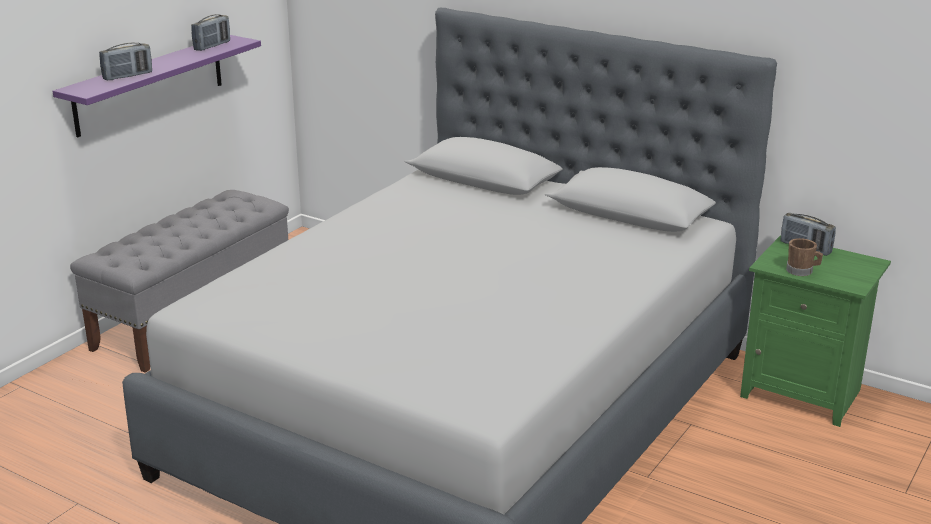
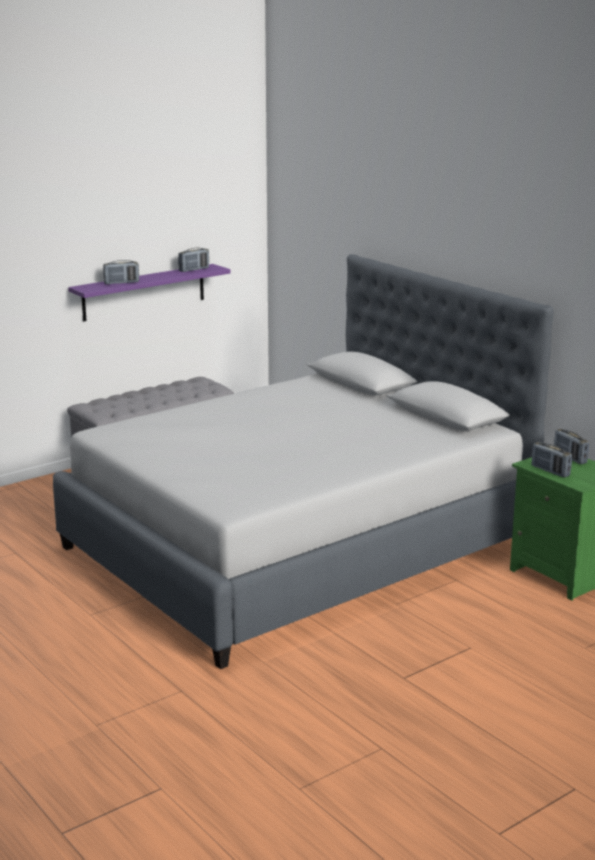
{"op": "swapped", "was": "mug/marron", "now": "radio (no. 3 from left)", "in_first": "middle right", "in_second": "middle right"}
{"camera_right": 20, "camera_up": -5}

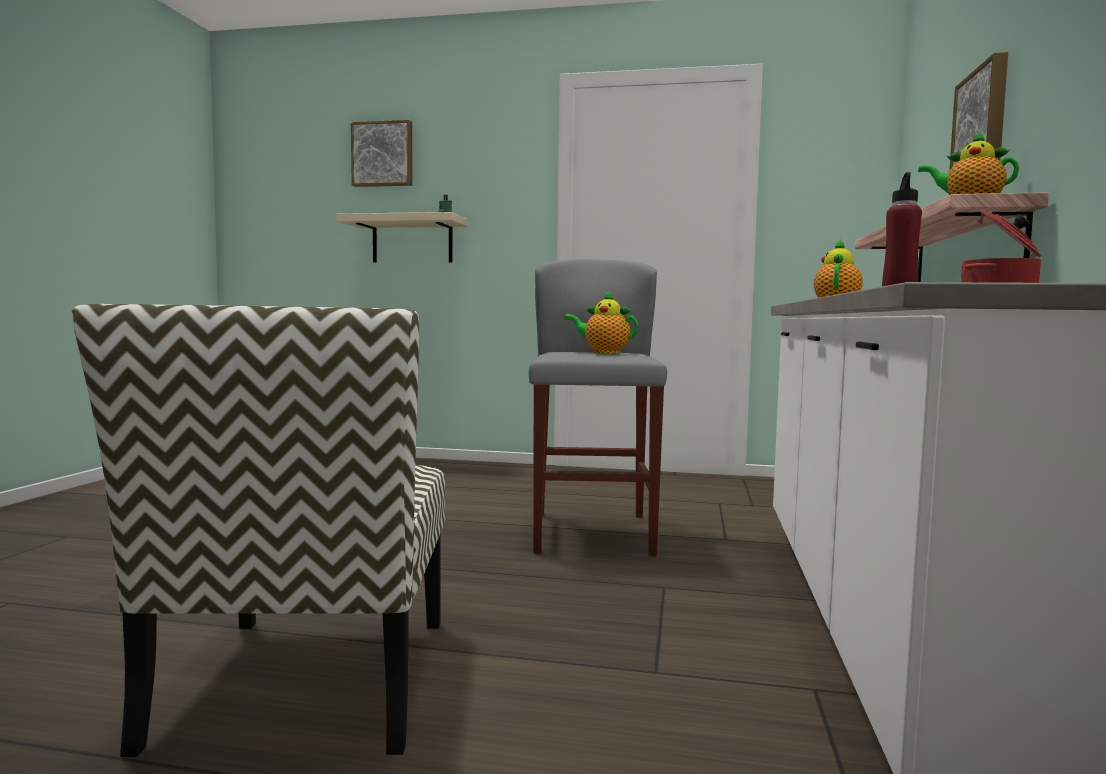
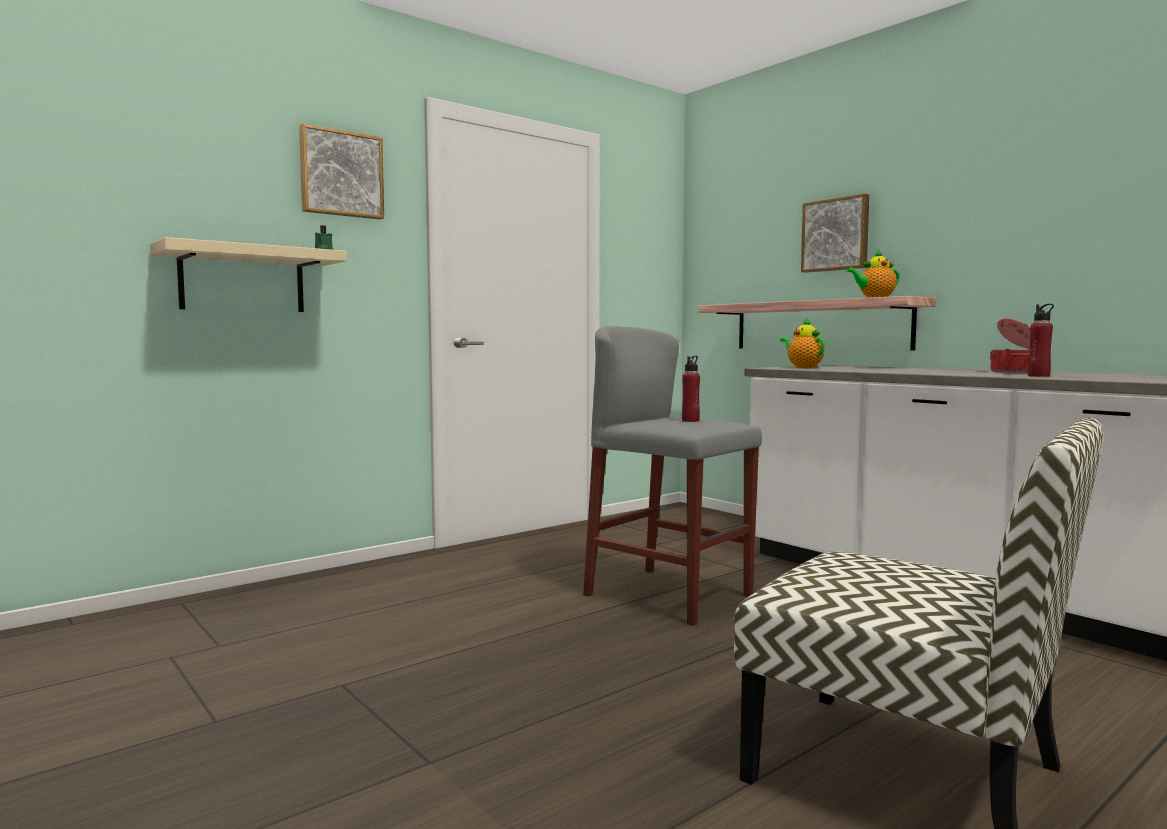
{"op": "shifted", "was": "tableau (no. 1 from left)", "in_first": "top centre", "in_second": "top left"}
{"op": "swapped", "was": "théière (no. 1 from left)", "now": "bouteille/rouge (no. 1 from left)", "in_first": "centre", "in_second": "centre"}
{"camera_right": -50, "camera_up": 0}

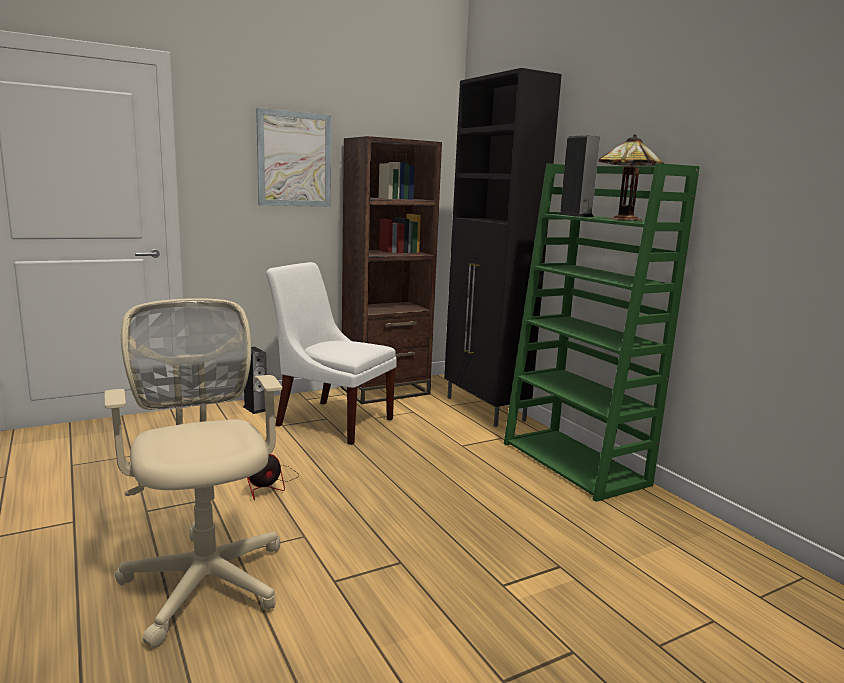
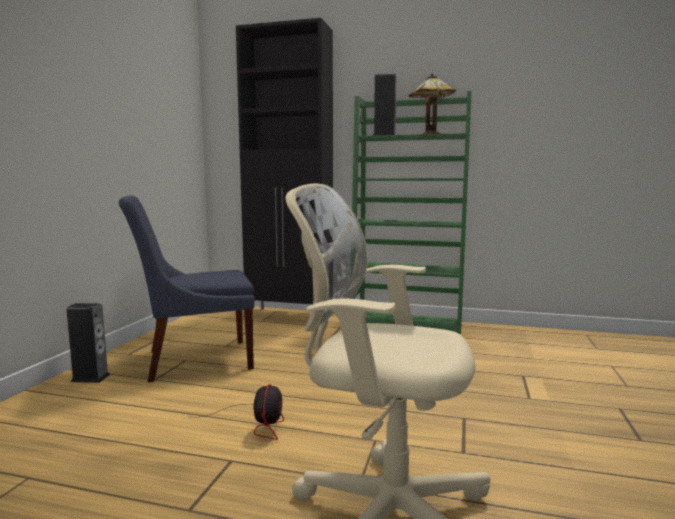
{"op": "repainted", "was": "chaise/blanc", "now": "chaise/bleu", "in_first": "centre", "in_second": "middle left"}
{"op": "gone", "was": "tableau", "in_first": "top centre"}
{"op": "gone", "was": "bibliothèque/marron", "in_first": "centre"}
{"camera_right": -45, "camera_up": -5}

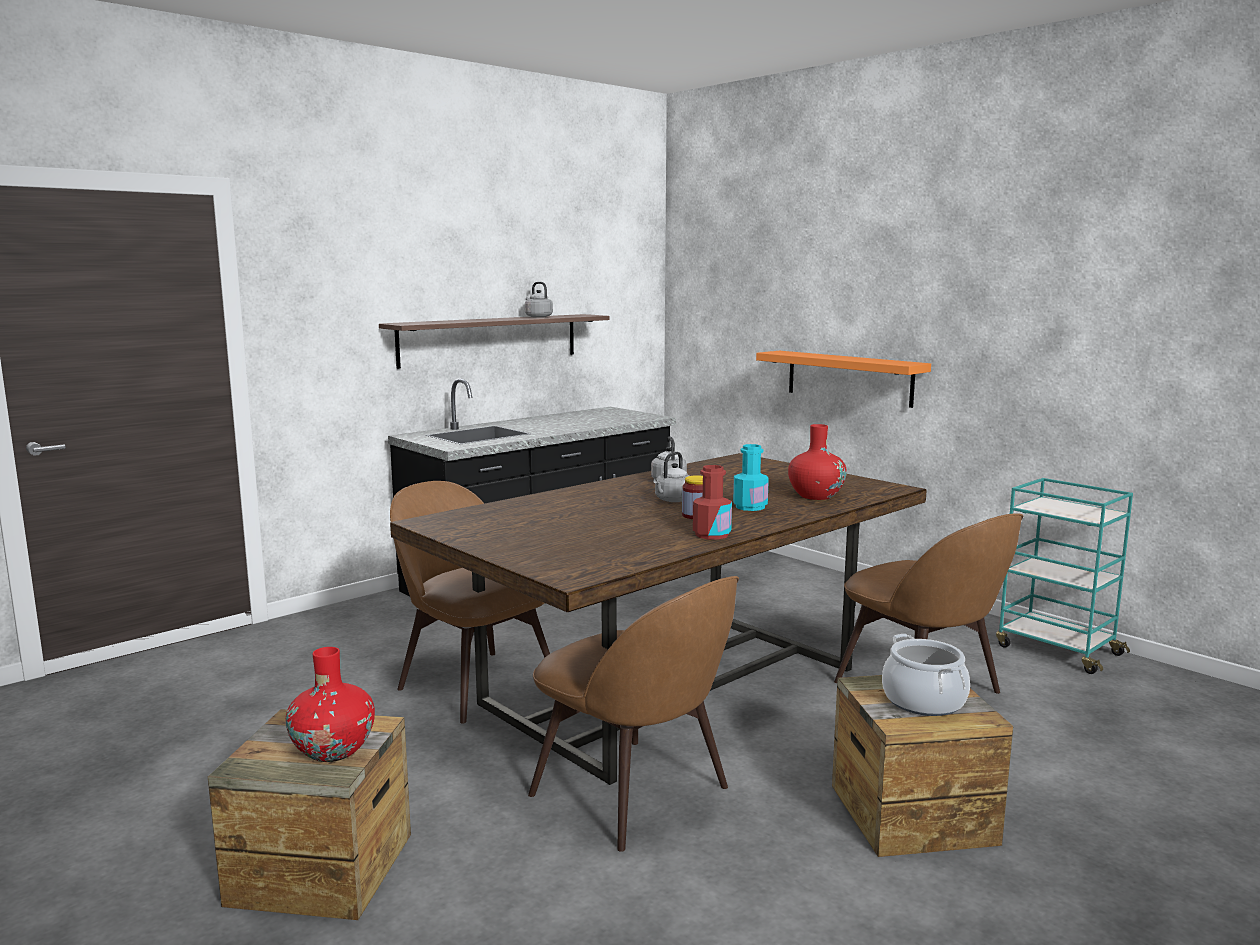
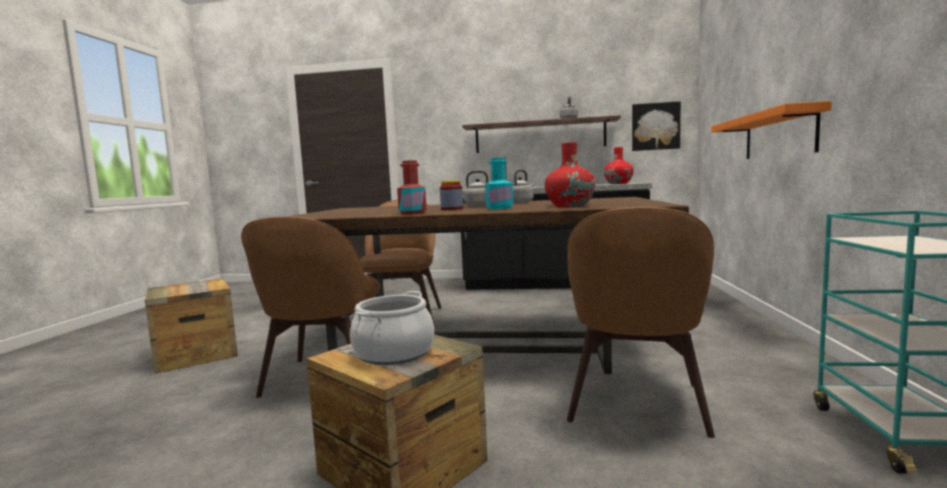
{"op": "shifted", "was": "vase/rouge (no. 1 from left in the first image)", "now": "vase/rouge (no. 2 from left)", "in_first": "bottom left", "in_second": "centre"}
{"op": "new", "now": "tableau", "in_second": "top right"}
{"camera_right": 50, "camera_up": -5}

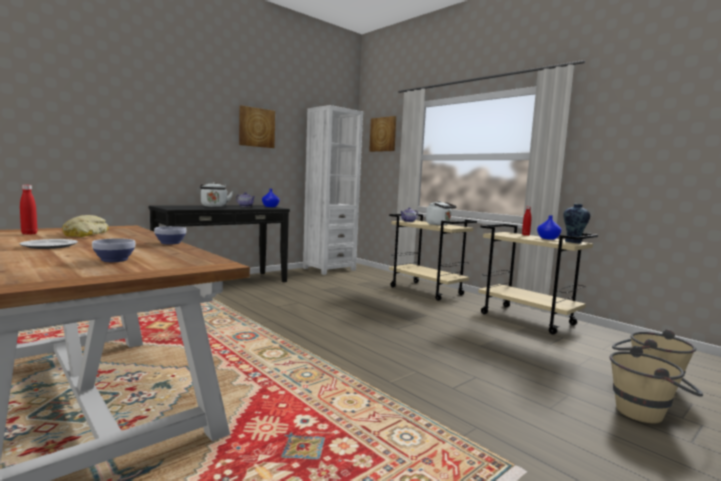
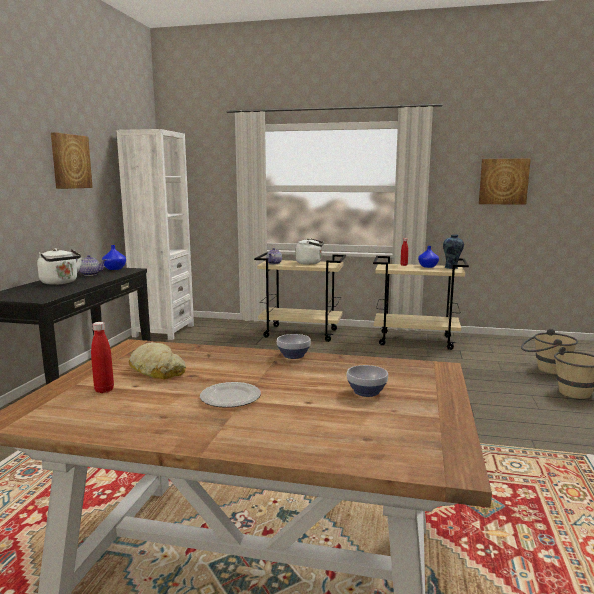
{"op": "shifted", "was": "tableau (no. 2 from left)", "in_first": "top centre", "in_second": "top right"}
{"camera_right": -35, "camera_up": 5}

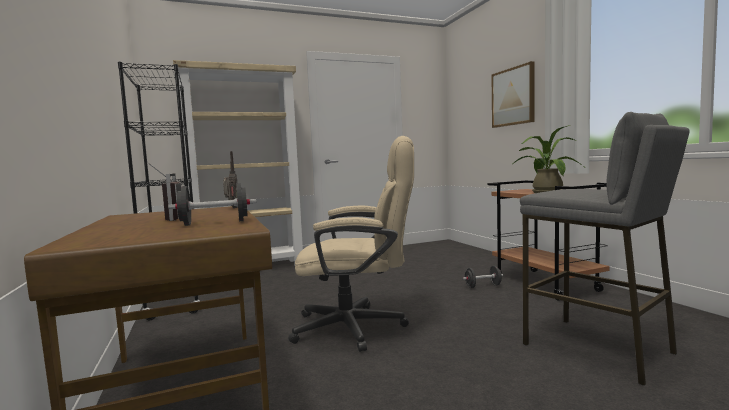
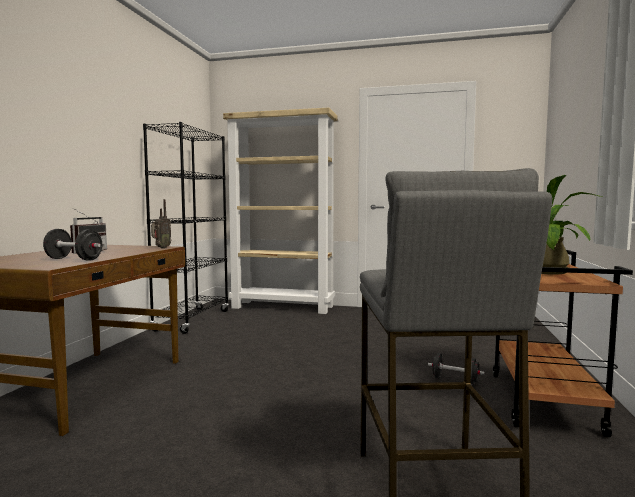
{"op": "gone", "was": "chaise de bureau/beige", "in_first": "centre"}
{"op": "gone", "was": "tableau", "in_first": "top right"}
{"camera_right": 35, "camera_up": 0}

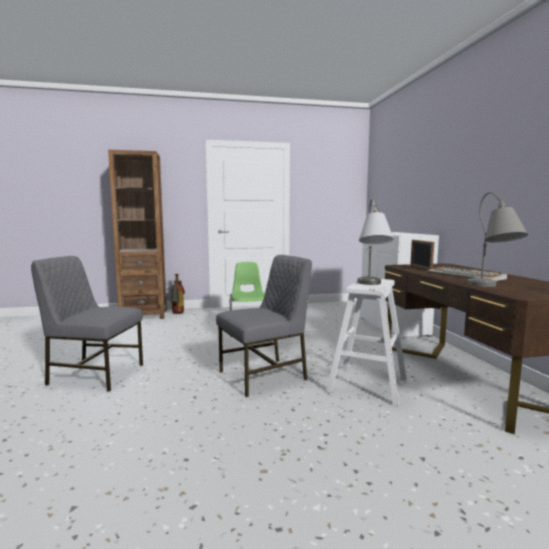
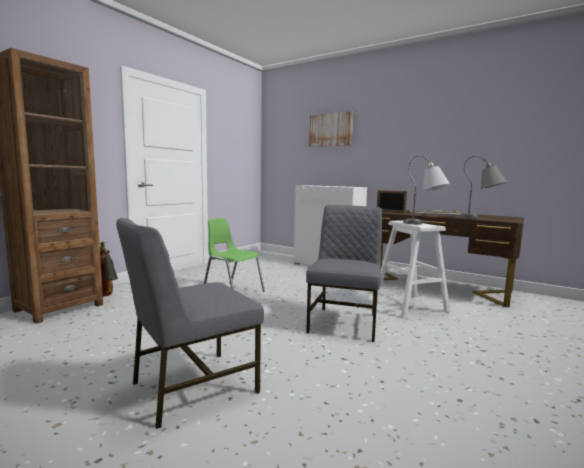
{"op": "new", "now": "tableau", "in_second": "top centre"}
{"camera_right": -45, "camera_up": 0}

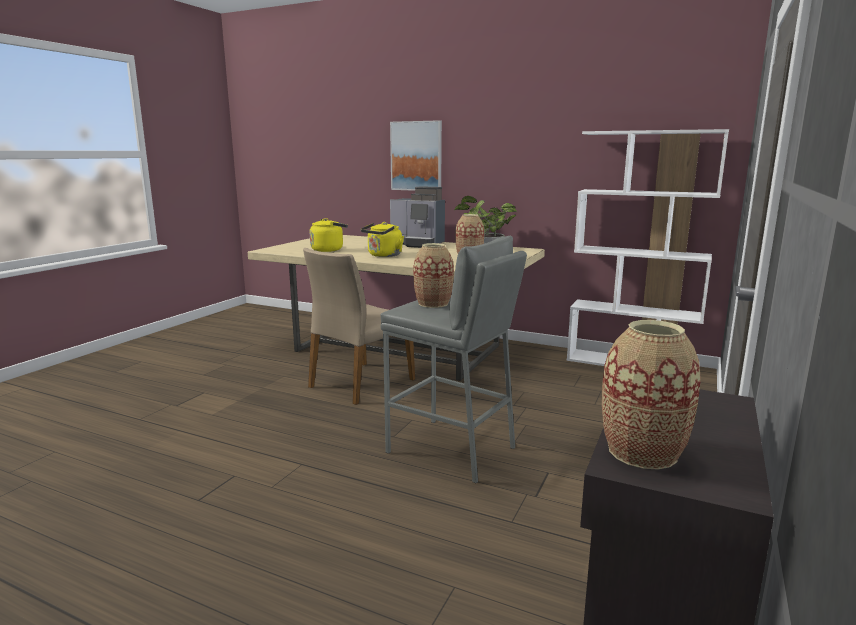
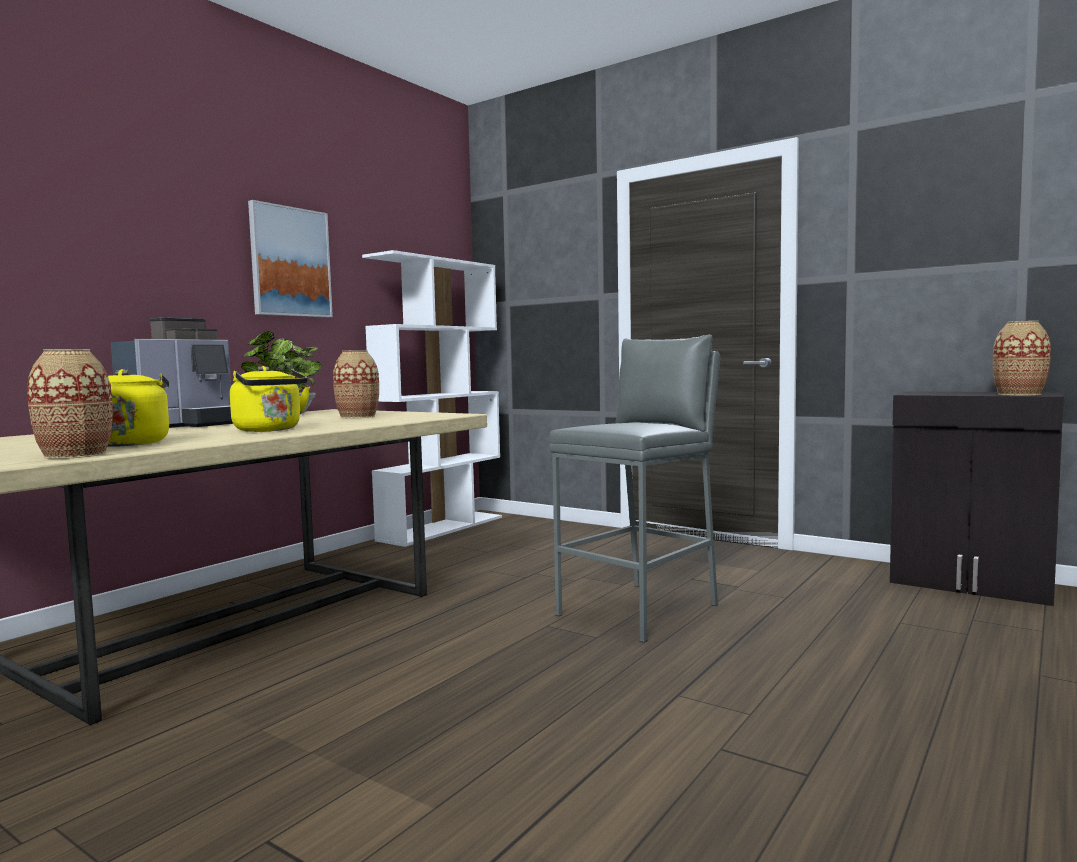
{"op": "shifted", "was": "vase (no. 1 from left)", "in_first": "centre", "in_second": "middle left"}
{"op": "shifted", "was": "tableau", "in_first": "top centre", "in_second": "top left"}
{"op": "gone", "was": "chaise/beige", "in_first": "centre"}
{"camera_right": -80, "camera_up": -10}

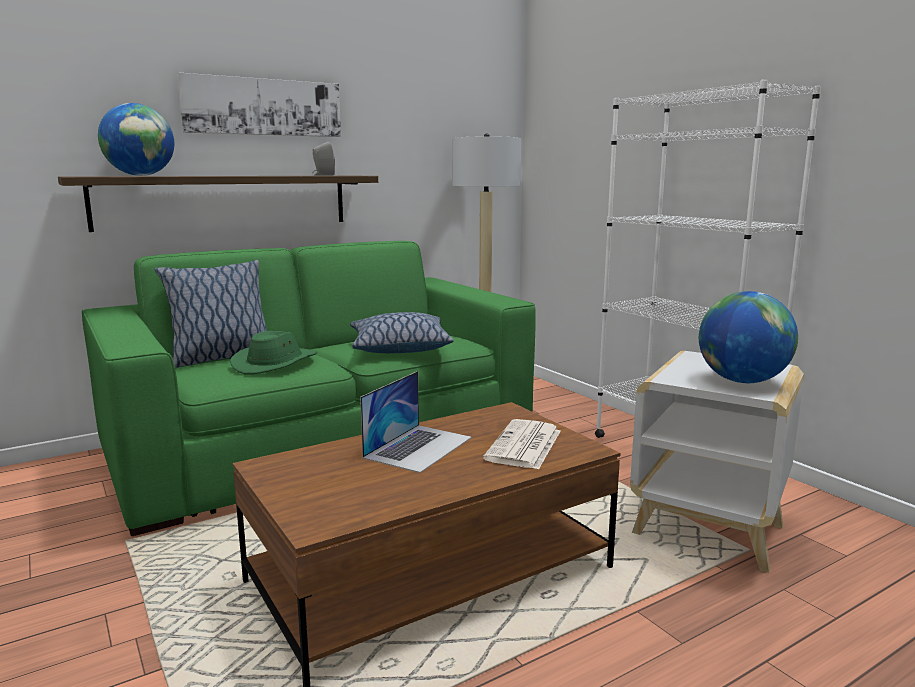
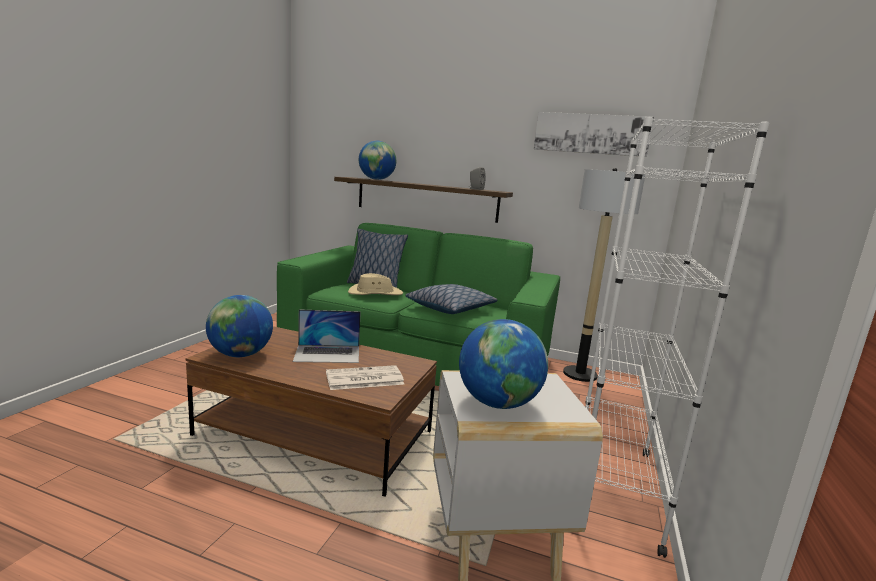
{"op": "new", "now": "globe (no. 1 from left)", "in_second": "middle left"}
{"op": "repainted", "was": "chapeau/vert", "now": "chapeau/beige", "in_first": "middle left", "in_second": "centre"}
{"op": "shifted", "was": "tableau", "in_first": "top left", "in_second": "top right"}
{"camera_right": 50, "camera_up": 0}

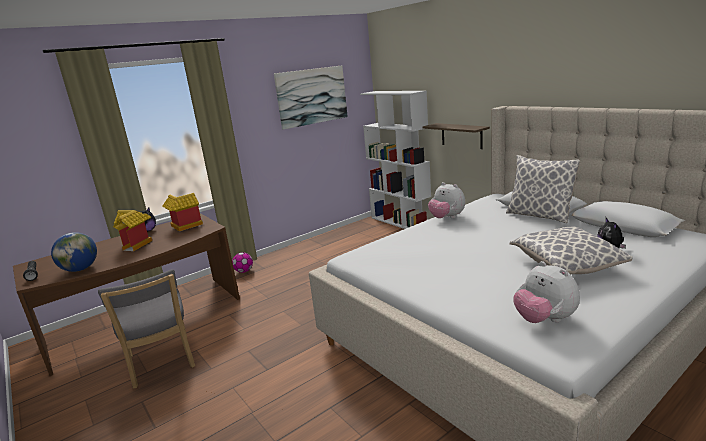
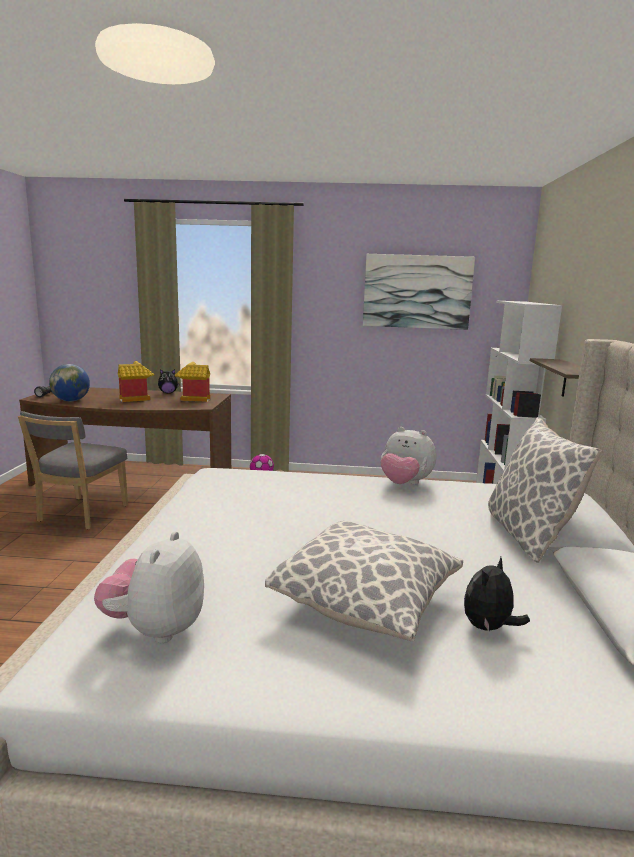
{"op": "rotated", "was": "peluche (no. 2 from left in the first image)", "in_first": "centre", "in_second": "centre", "clockwise": -60}
{"camera_right": 40, "camera_up": -5}

